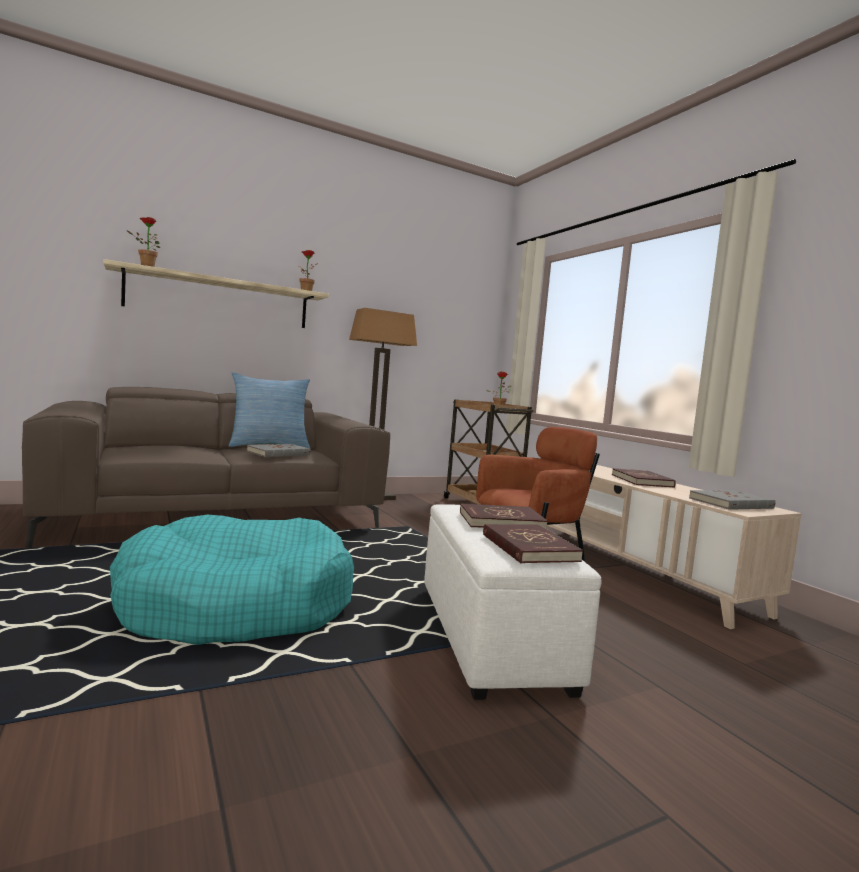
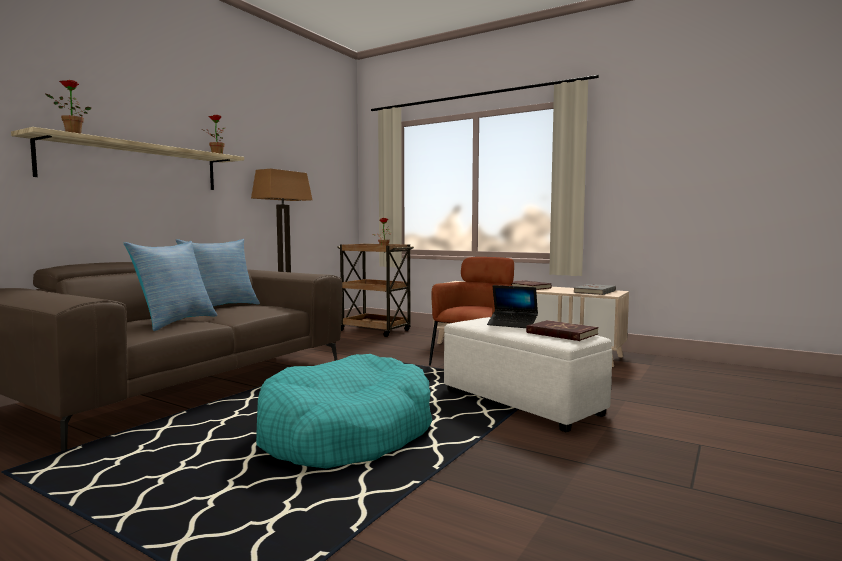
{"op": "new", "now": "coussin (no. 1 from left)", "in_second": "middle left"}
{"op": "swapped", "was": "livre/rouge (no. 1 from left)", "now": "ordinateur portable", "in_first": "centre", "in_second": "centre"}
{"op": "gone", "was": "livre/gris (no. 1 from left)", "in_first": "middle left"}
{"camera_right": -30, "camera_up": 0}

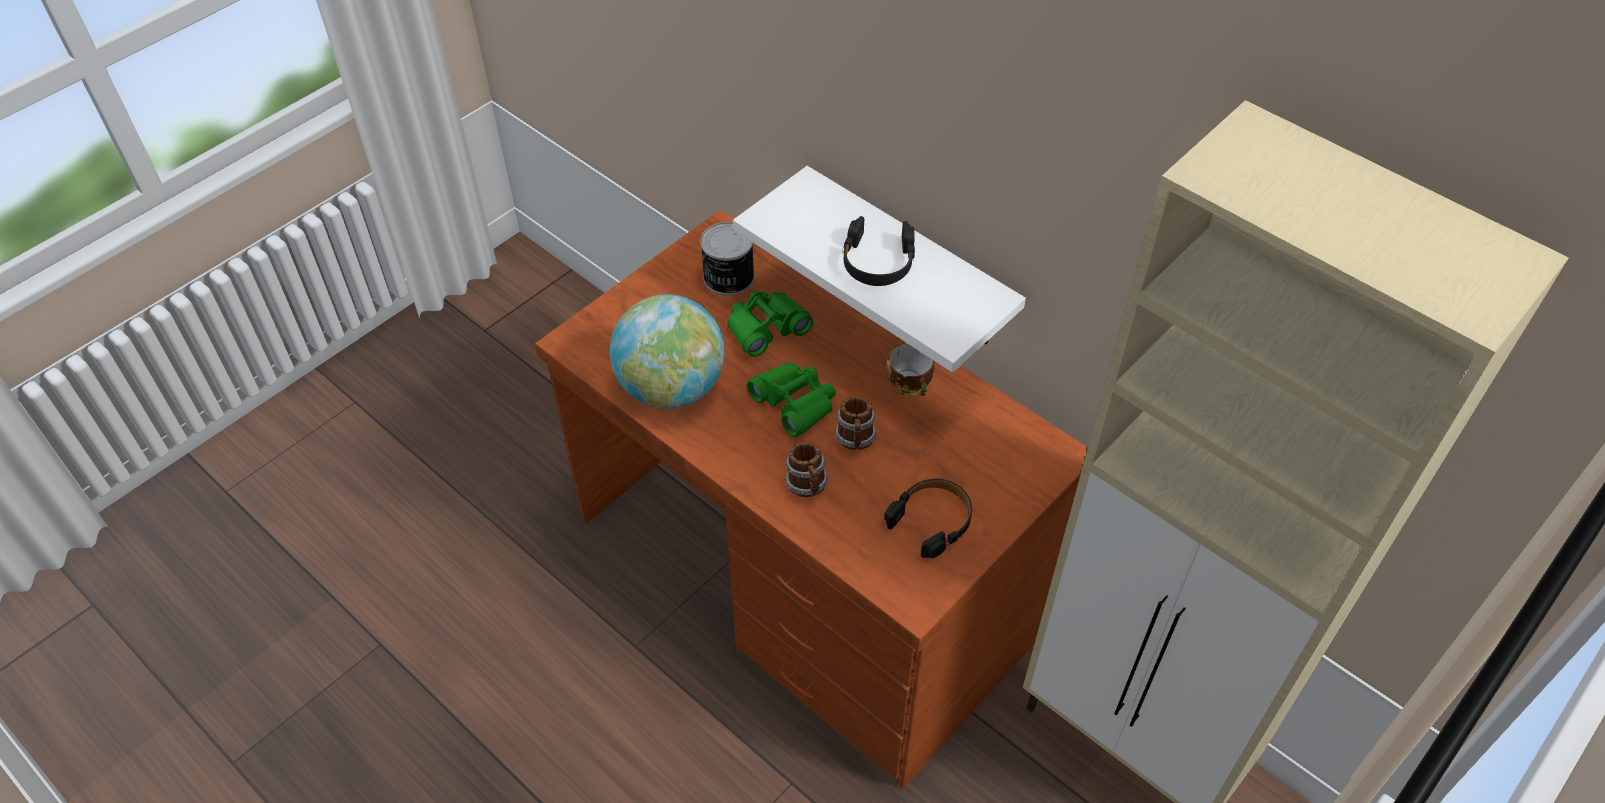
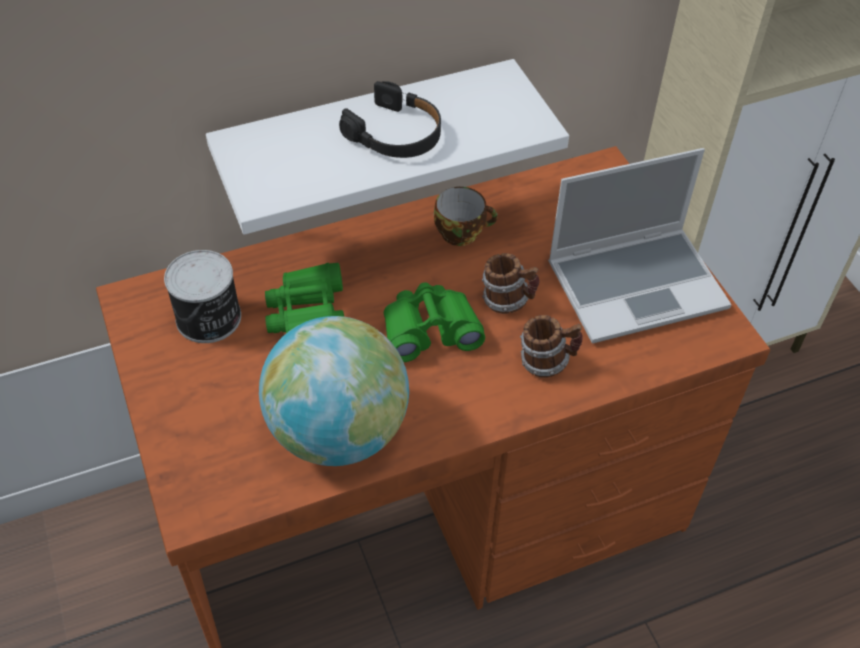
{"op": "swapped", "was": "casque audio/noir (no. 2 from left)", "now": "ordinateur portable", "in_first": "centre", "in_second": "middle right"}
{"camera_right": -65, "camera_up": 0}

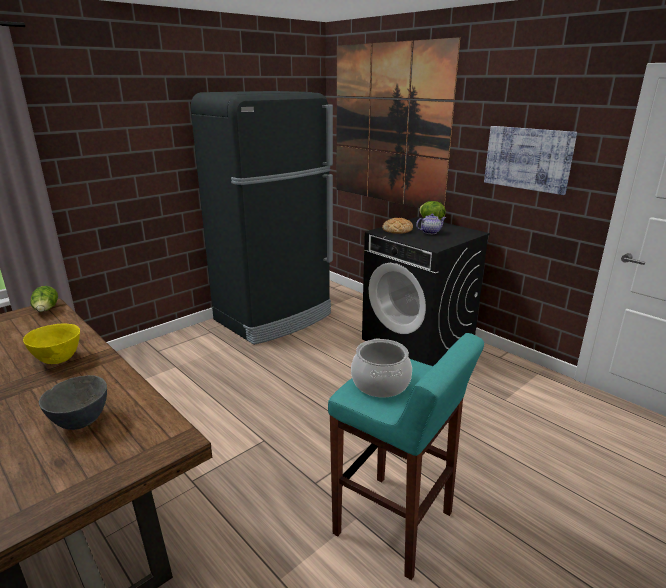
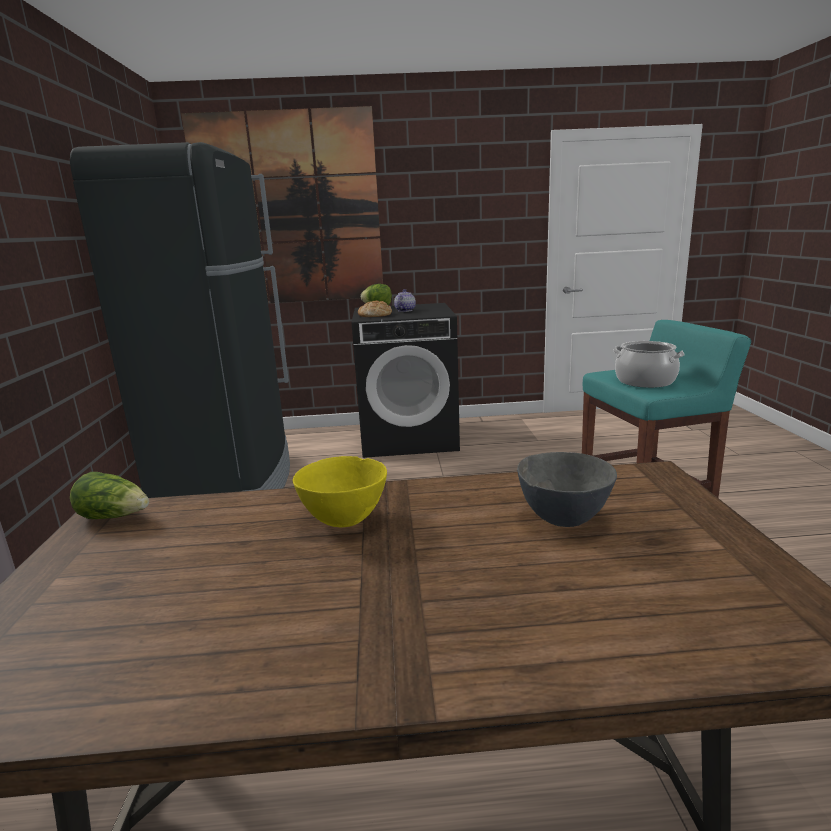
{"op": "gone", "was": "tableau (no. 2 from left)", "in_first": "top right"}
{"camera_right": -50, "camera_up": -5}

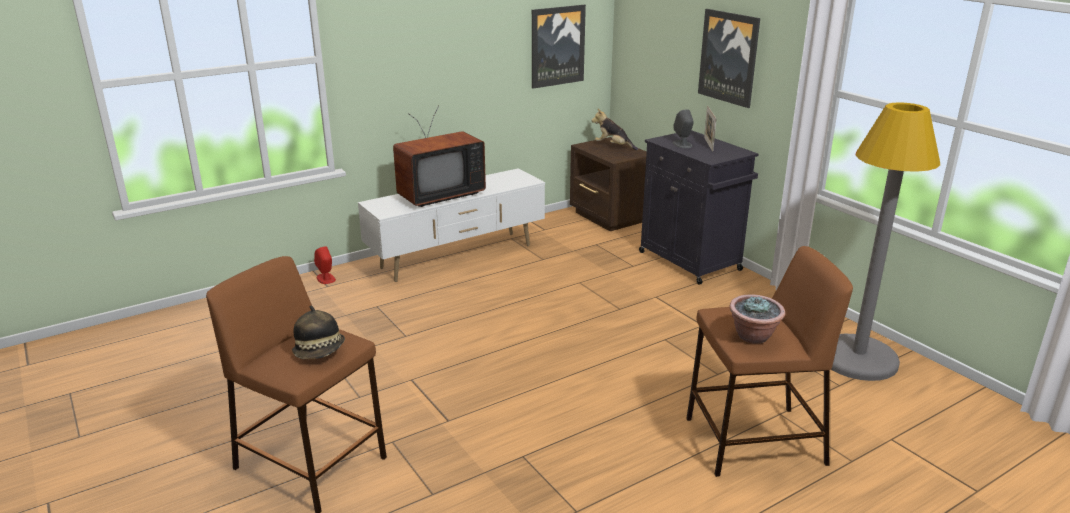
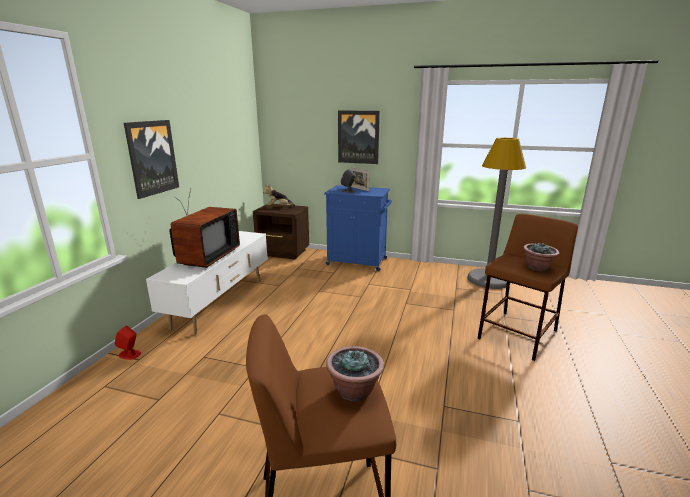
{"op": "shifted", "was": "tableau (no. 1 from left)", "in_first": "top centre", "in_second": "top left"}
{"op": "repainted", "was": "meuble de rangement/noir", "now": "meuble de rangement/bleu", "in_first": "centre", "in_second": "centre"}
{"op": "swapped", "was": "chapeau", "now": "plante en pot (no. 1 from left)", "in_first": "middle left", "in_second": "bottom centre"}
{"camera_right": -40, "camera_up": -5}

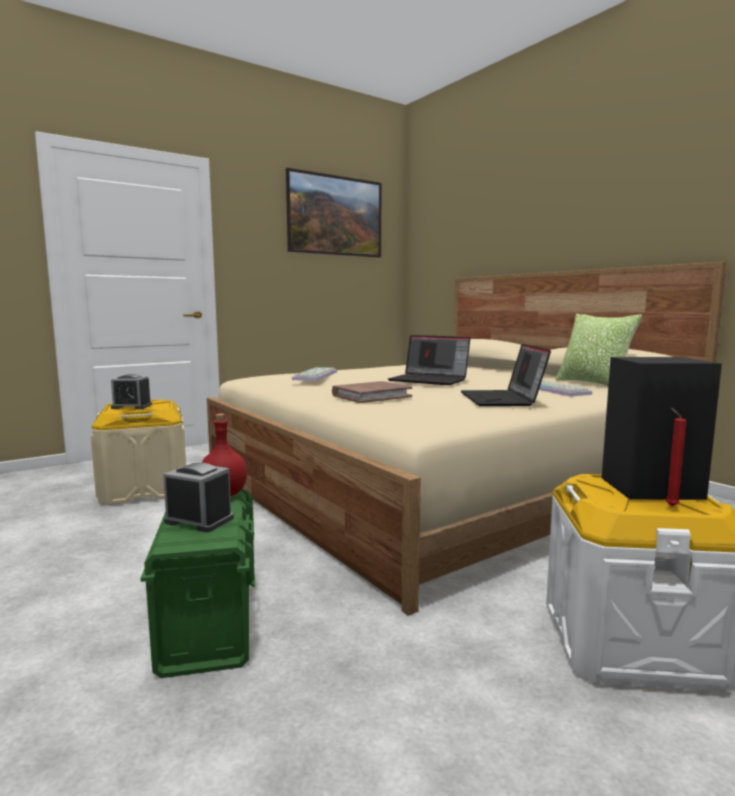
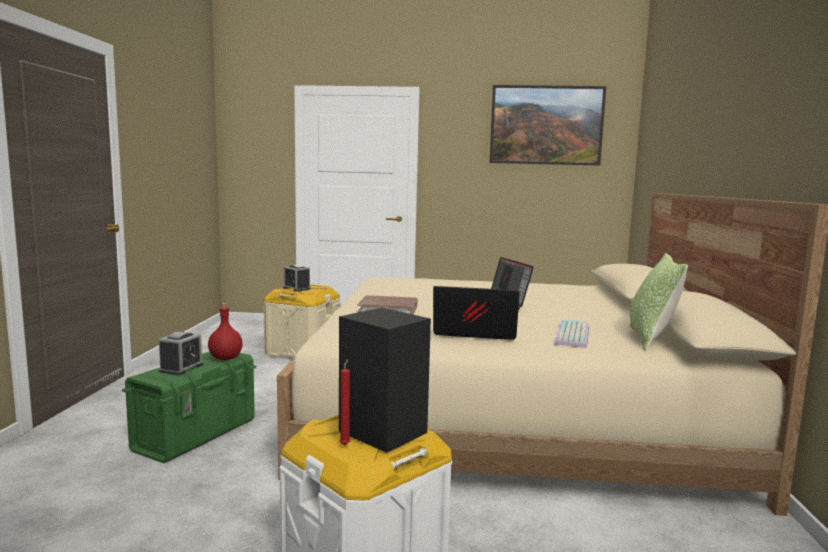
{"op": "rotated", "was": "réveil (no. 2 from left in the first image)", "in_first": "middle left", "in_second": "middle left", "clockwise": 45}
{"op": "rotated", "was": "ordinateur portable (no. 2 from left in the first image)", "in_first": "middle right", "in_second": "centre", "clockwise": 60}
{"op": "gone", "was": "clavier (no. 1 from left)", "in_first": "centre"}
{"camera_right": 40, "camera_up": 0}

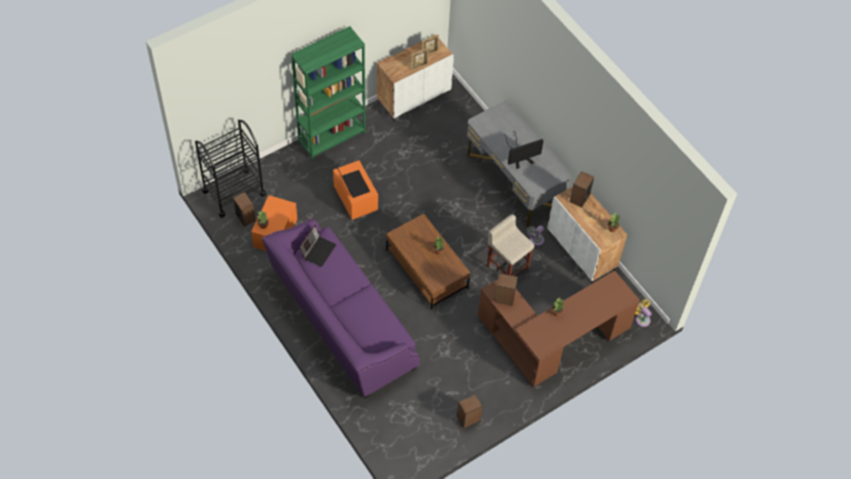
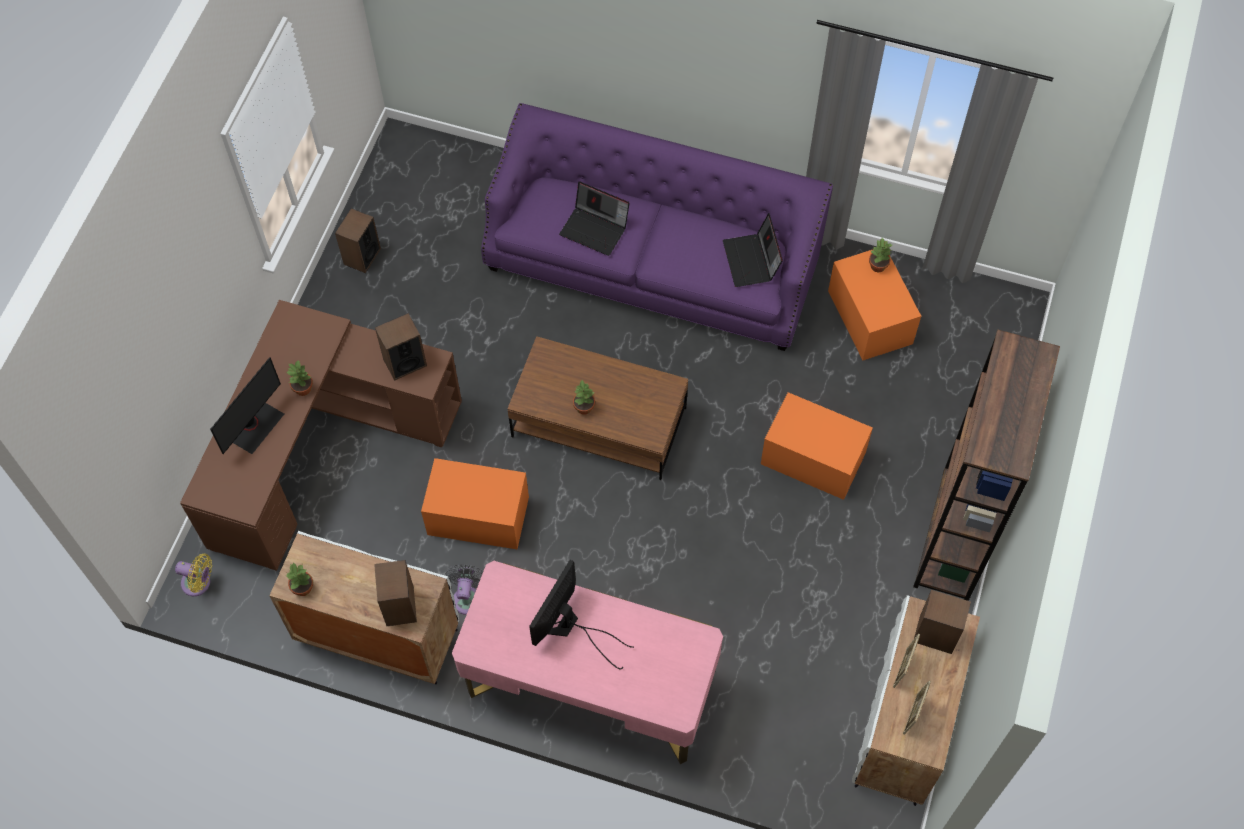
{"op": "new", "now": "écran d'ordinateur (no. 1 from left)", "in_second": "middle left"}
{"op": "swapped", "was": "tabouret/beige", "now": "boîte de rangement/orange (no. 1 from left)", "in_first": "centre", "in_second": "centre"}
{"op": "repainted", "was": "bureau/gris", "now": "bureau/rose", "in_first": "centre", "in_second": "bottom centre"}
{"op": "shifted", "was": "ordinateur portable (no. 2 from left in the first image)", "now": "ordinateur portable (no. 1 from left)", "in_first": "centre", "in_second": "top centre"}
{"op": "repainted", "was": "bibliothèque/vert", "now": "bibliothèque/marron", "in_first": "top centre", "in_second": "middle right"}
{"op": "shifted", "was": "enceinte (no. 1 from left in the first image)", "now": "enceinte (no. 4 from left)", "in_first": "middle left", "in_second": "bottom right"}
{"op": "gone", "was": "chariot/noir", "in_first": "middle left"}
{"camera_right": 145, "camera_up": 5}

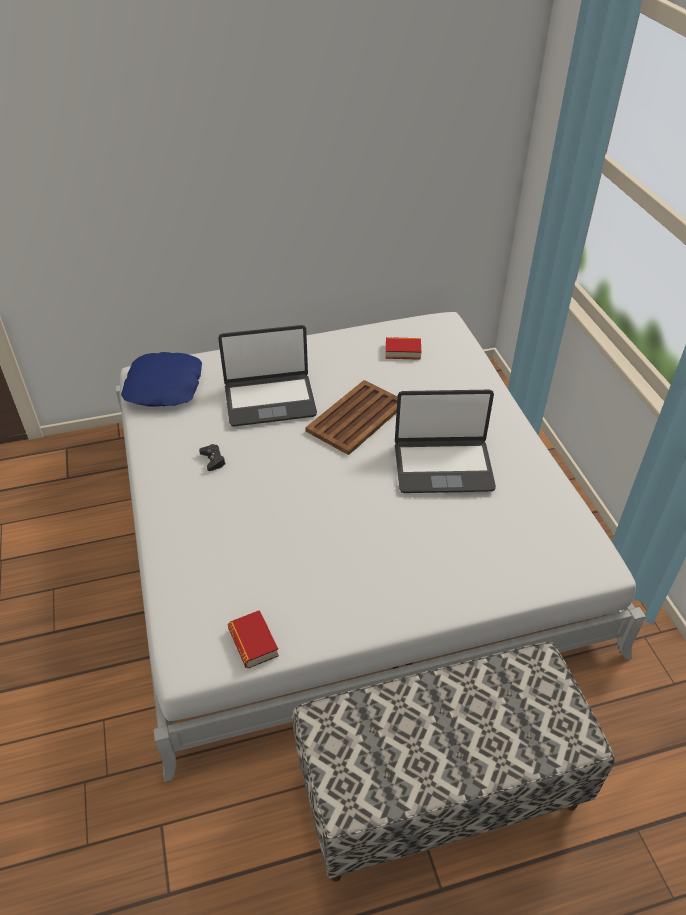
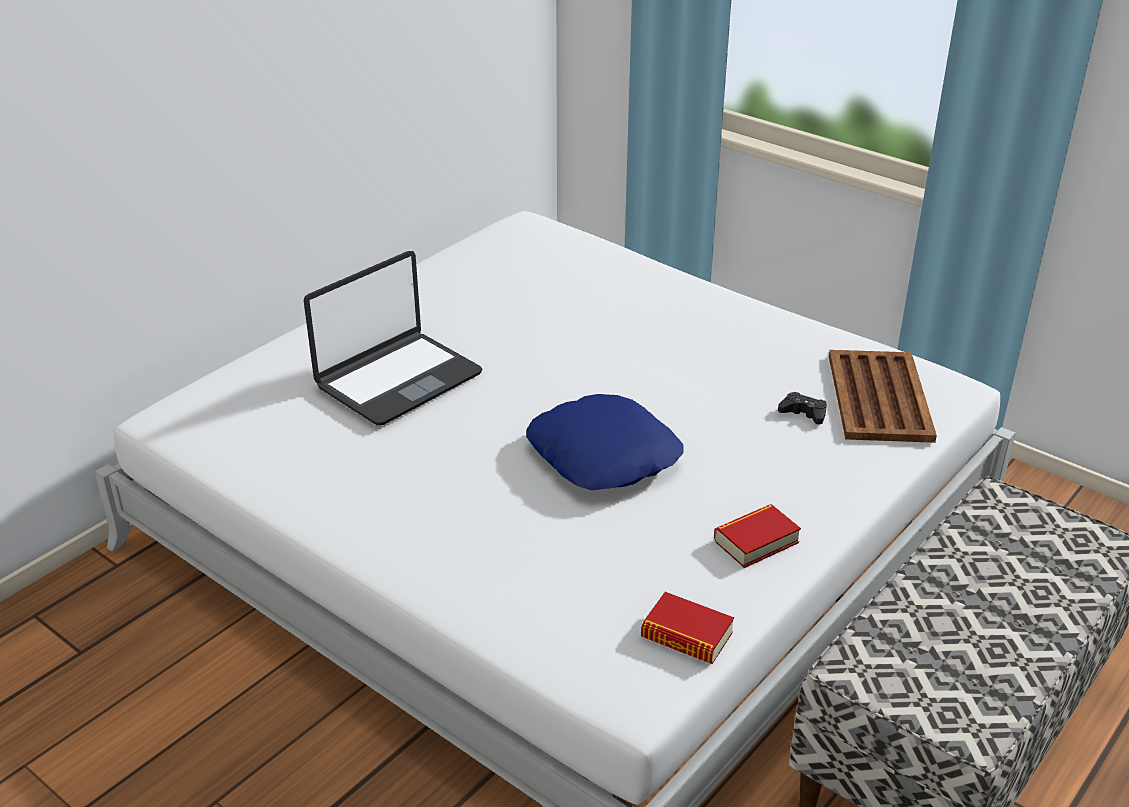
{"op": "shifted", "was": "coussin/bleu", "in_first": "middle left", "in_second": "centre"}
{"op": "shifted", "was": "livre (no. 2 from left)", "in_first": "centre", "in_second": "middle right"}
{"op": "shifted", "was": "manette/noir", "in_first": "middle left", "in_second": "middle right"}
{"op": "shifted", "was": "plateau/marron", "in_first": "centre", "in_second": "middle right"}
{"op": "gone", "was": "ordinateur portable (no. 2 from left)", "in_first": "centre"}
{"camera_right": -35, "camera_up": -10}

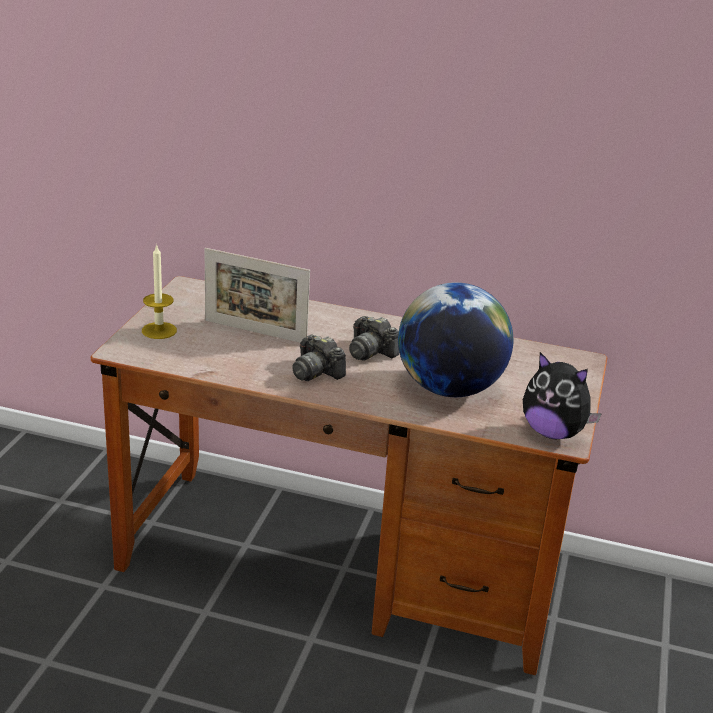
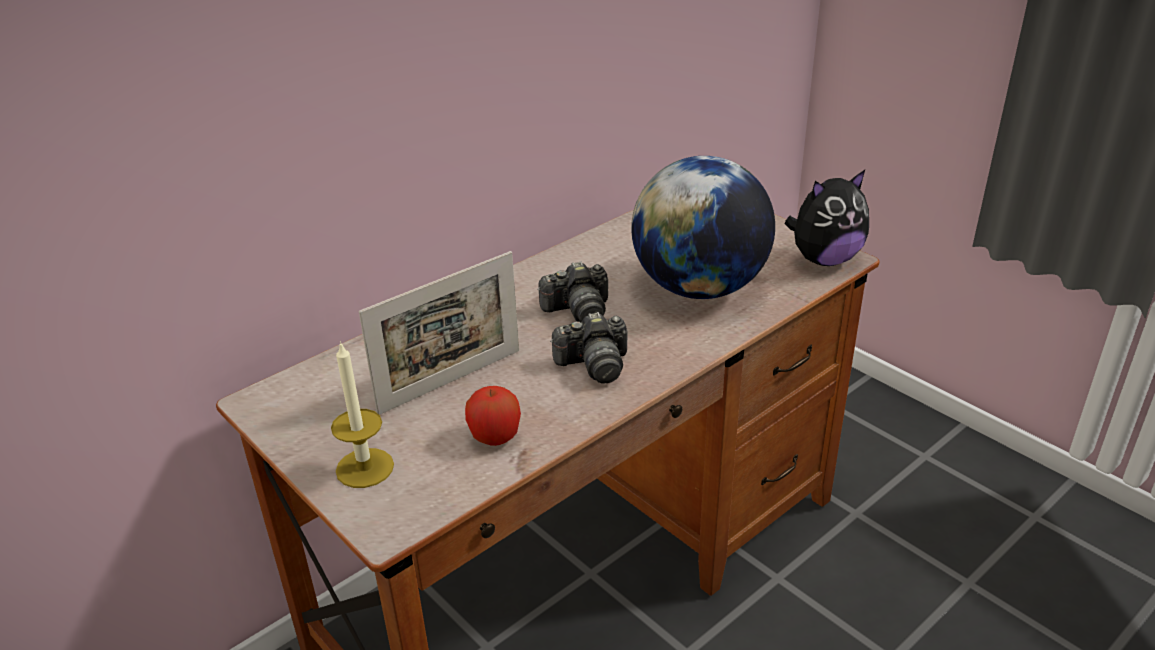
{"op": "new", "now": "pomme", "in_second": "centre"}
{"camera_right": -55, "camera_up": 5}

